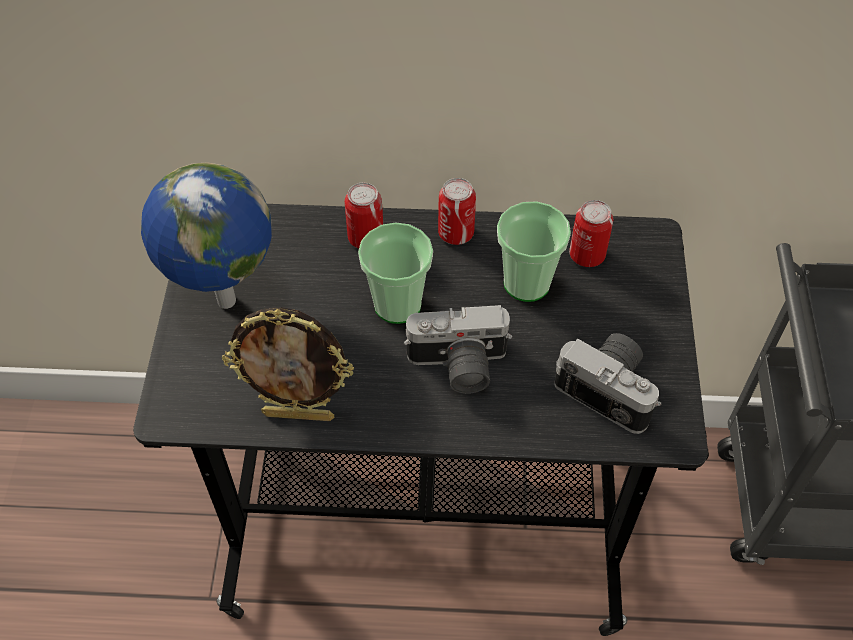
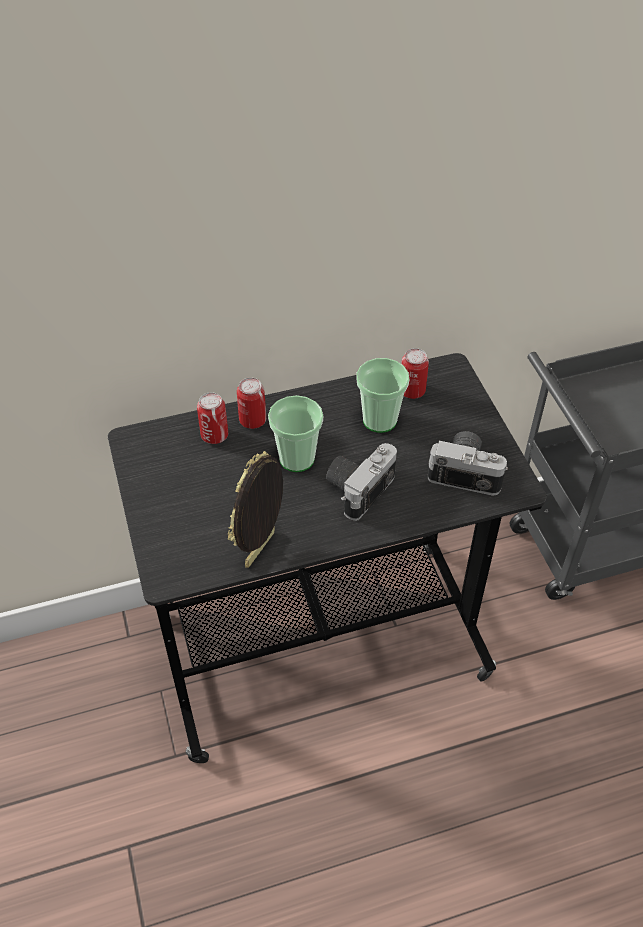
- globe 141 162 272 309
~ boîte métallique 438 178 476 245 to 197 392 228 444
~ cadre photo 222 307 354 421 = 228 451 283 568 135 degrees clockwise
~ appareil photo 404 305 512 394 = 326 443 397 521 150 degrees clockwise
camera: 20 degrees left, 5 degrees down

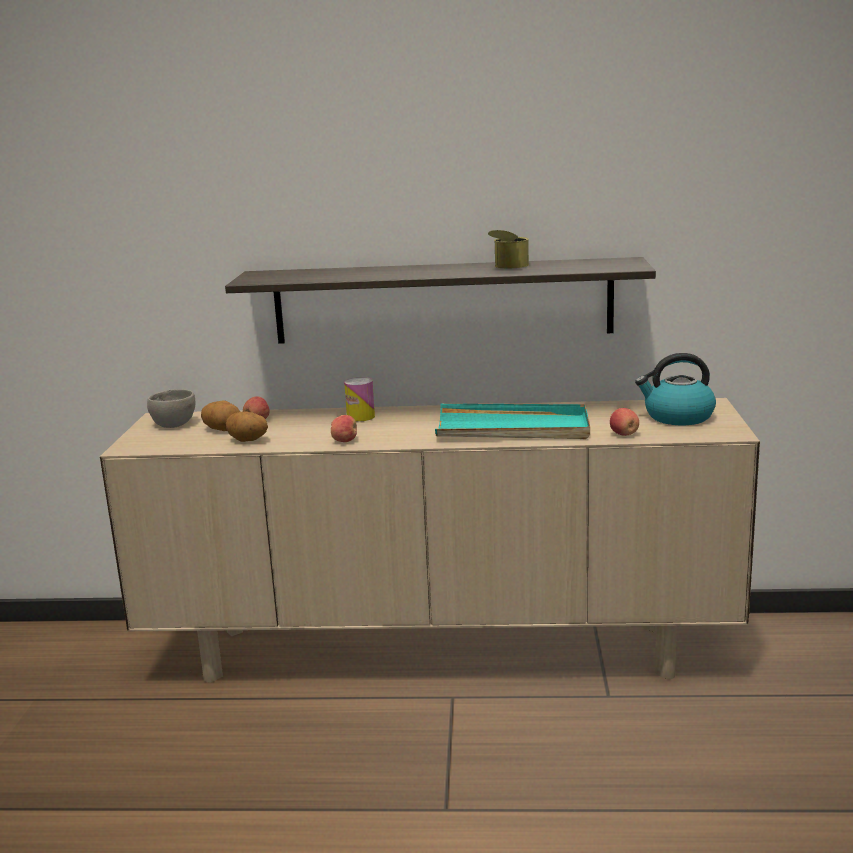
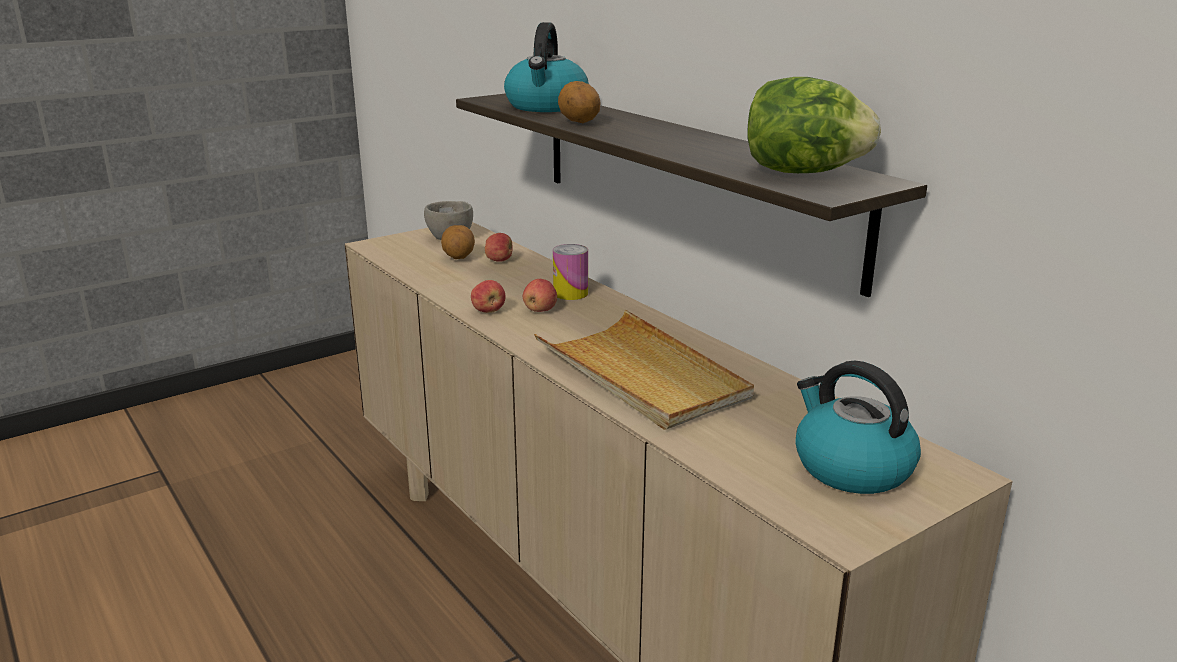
- boîte métallique 488 230 529 268
+ bouilloire 504 22 589 112
+ laitue 747 77 881 173
~ pomme de terre 226 411 268 442 to 558 81 601 123
~ pomme 610 408 639 436 to 523 279 557 312
~ plateau (turquoise) 435 403 590 439 to plateau (beige) 534 310 754 430
camera: 50 degrees right, 5 degrees up

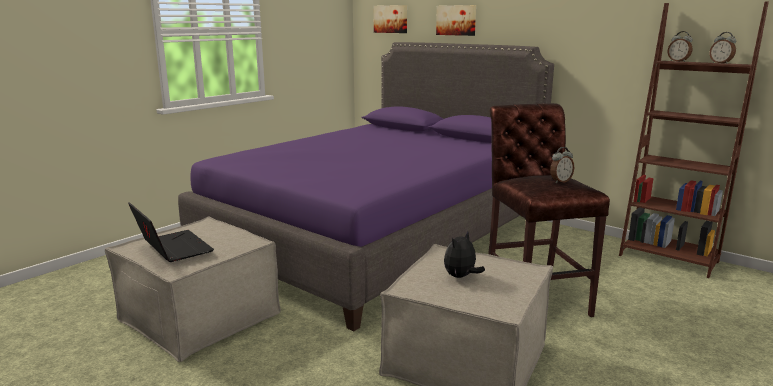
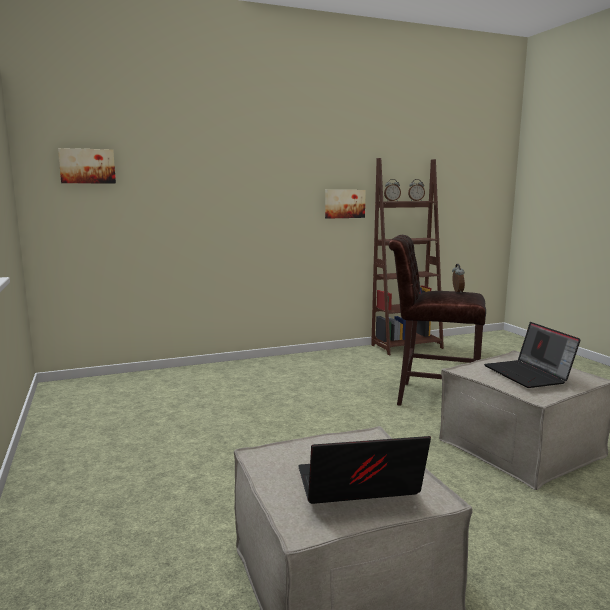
- lit (violet) 178 42 554 331
~ tableau 436 5 476 36 to 325 190 366 219
~ peluche 444 231 485 278 to ordinateur portable 484 322 581 388
camera: 60 degrees left, 5 degrees down

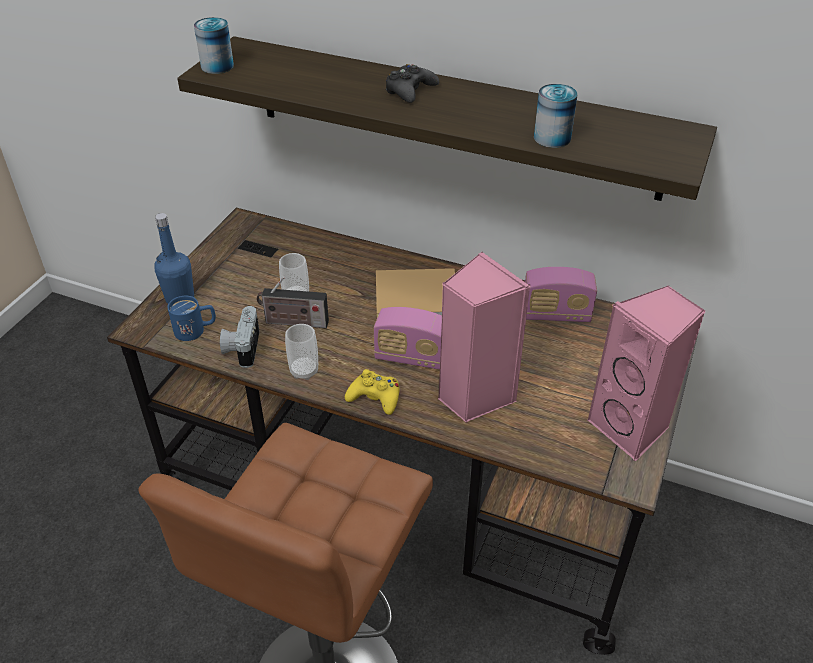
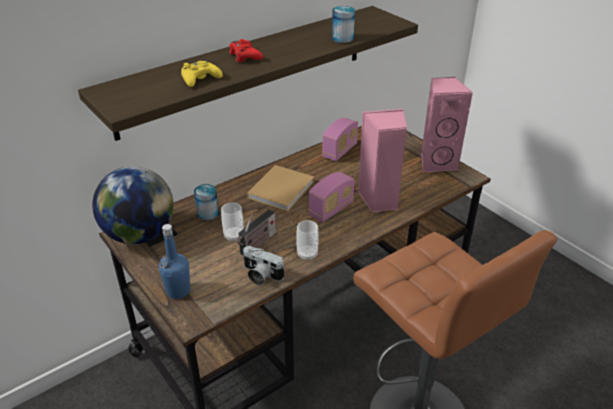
- mug (bleu) 167 296 216 341
+ globe 92 166 174 244
~ boîte métallique 194 17 234 74 to 194 184 219 220
~ manette (jaune) 345 369 399 415 to 181 60 223 87
~ manette (noir) 386 64 439 103 to manette (rouge) 229 39 263 62
camera: 60 degrees left, 5 degrees down

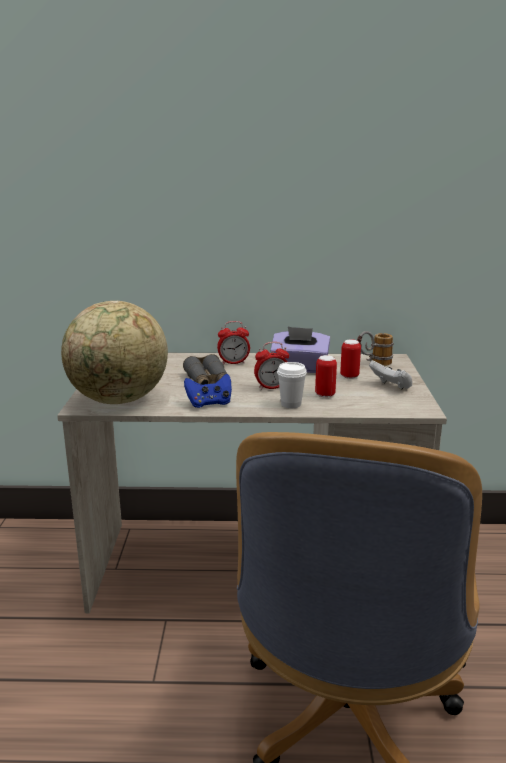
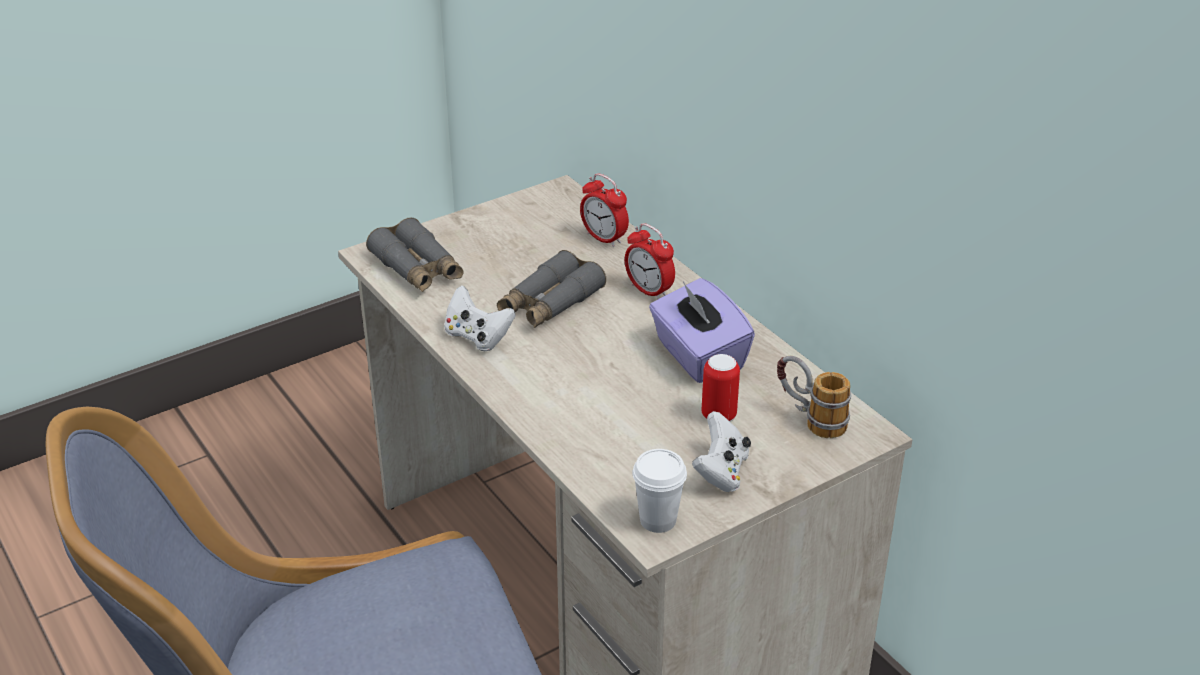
- boîte métallique 315 355 337 398
~ réveil 254 342 290 390 to 580 173 629 247
~ tasse (blanc) 277 362 307 408 to 632 449 687 533
~ globe 61 301 168 404 to jumelles (gris) 366 217 463 292
~ manette (bleu) 184 374 232 408 to manette (blanc) 444 285 516 351
camera: 55 degrees right, 15 degrees up

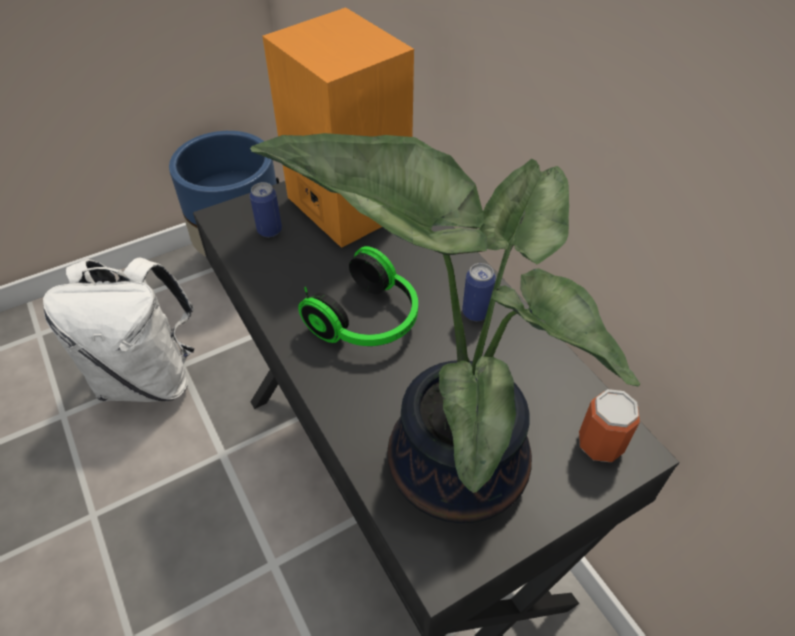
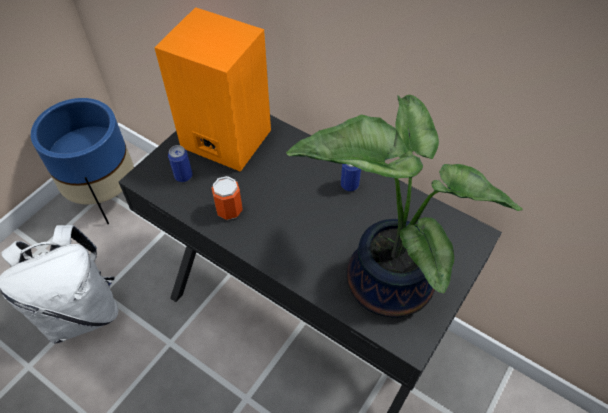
- casque audio 298 246 418 346
~ boîte métallique 579 389 640 462 to 211 176 243 220
camera: 25 degrees left, 5 degrees up

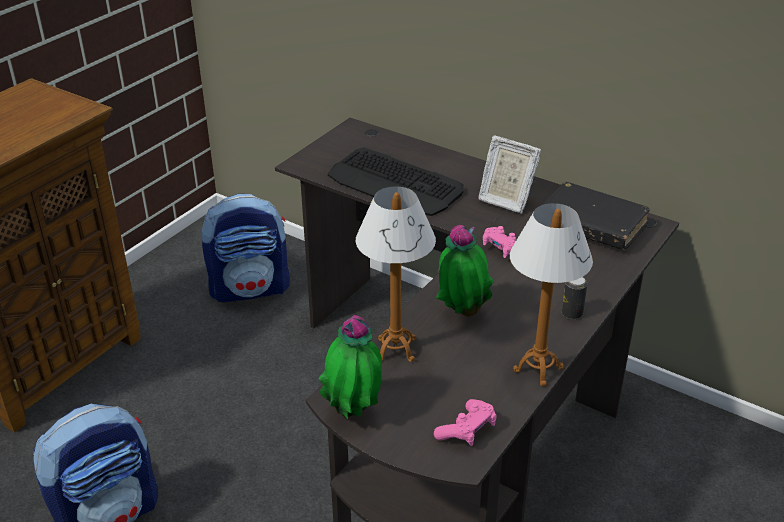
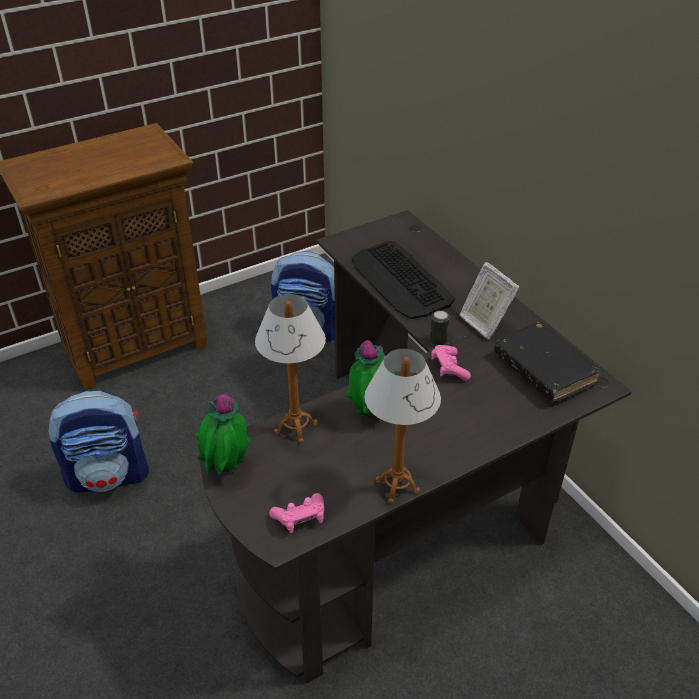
~ boîte métallique 562 277 587 319 to 430 310 449 346
camera: 25 degrees right, 5 degrees up

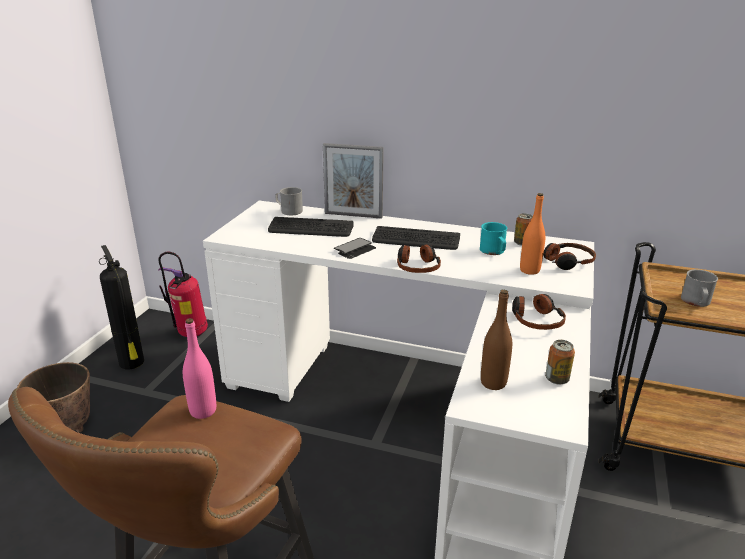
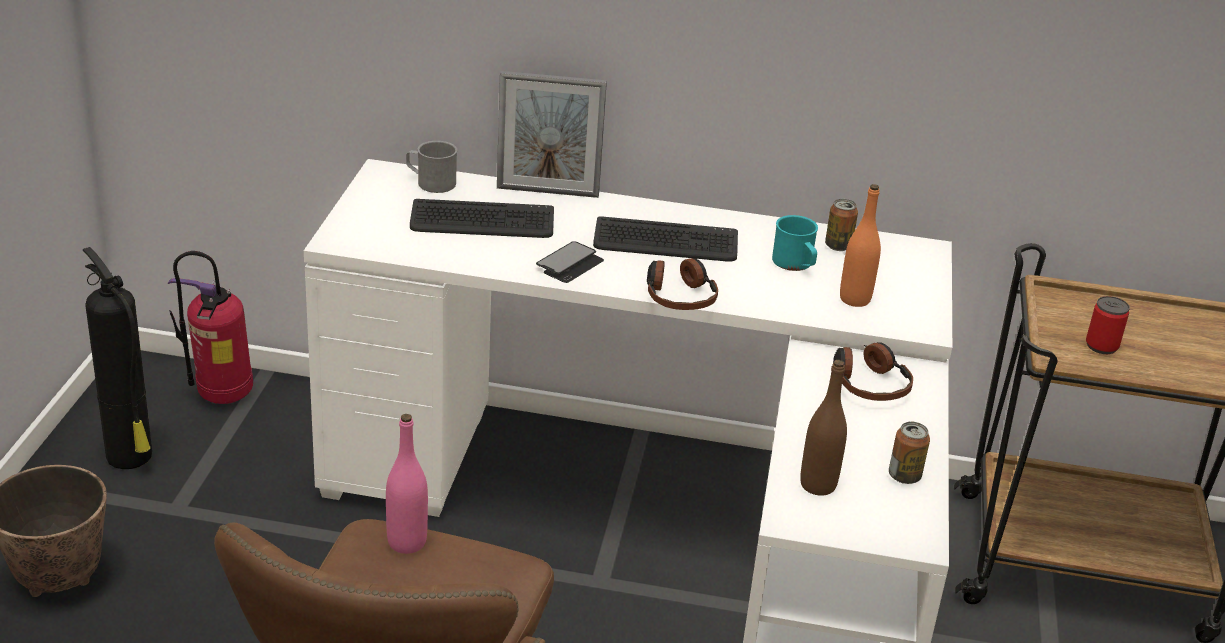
- casque audio 543 243 596 270
~ mug (gris) 681 269 718 307 to boîte métallique 1086 296 1130 354
camera: 10 degrees left, 5 degrees up

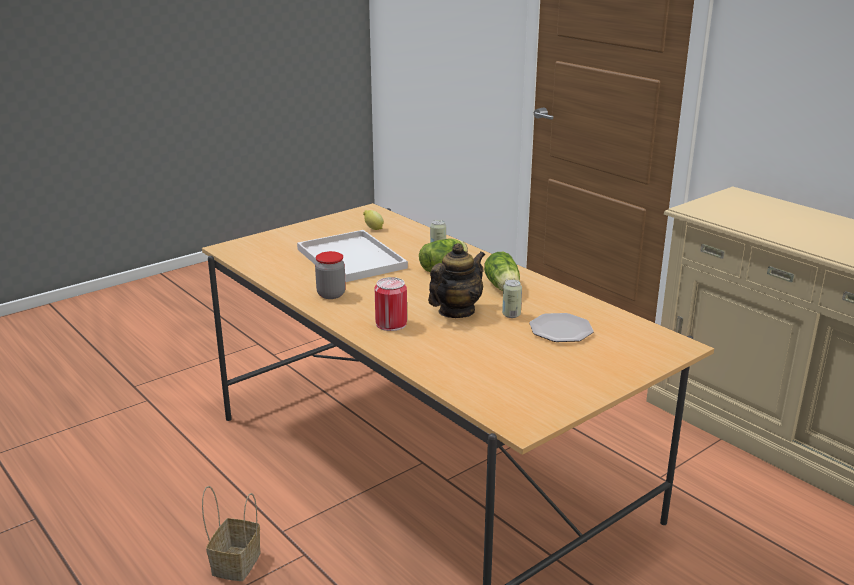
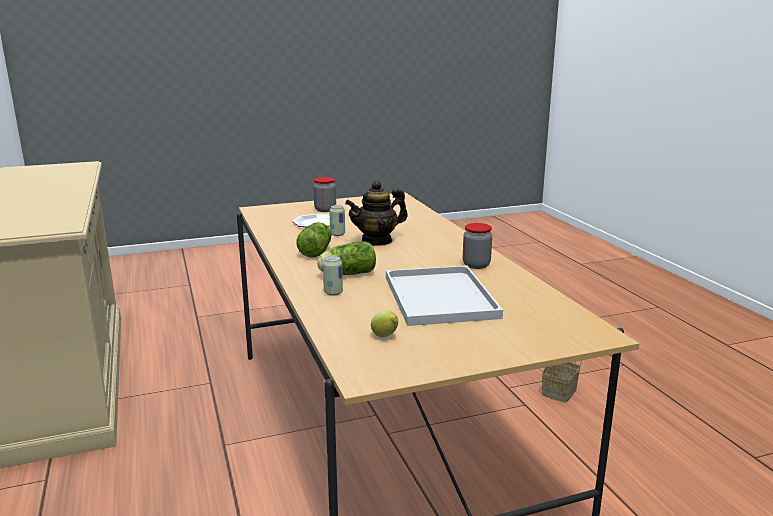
- boîte métallique 375 277 407 331
+ bocal 313 177 336 212
camera: 160 degrees left, 5 degrees down

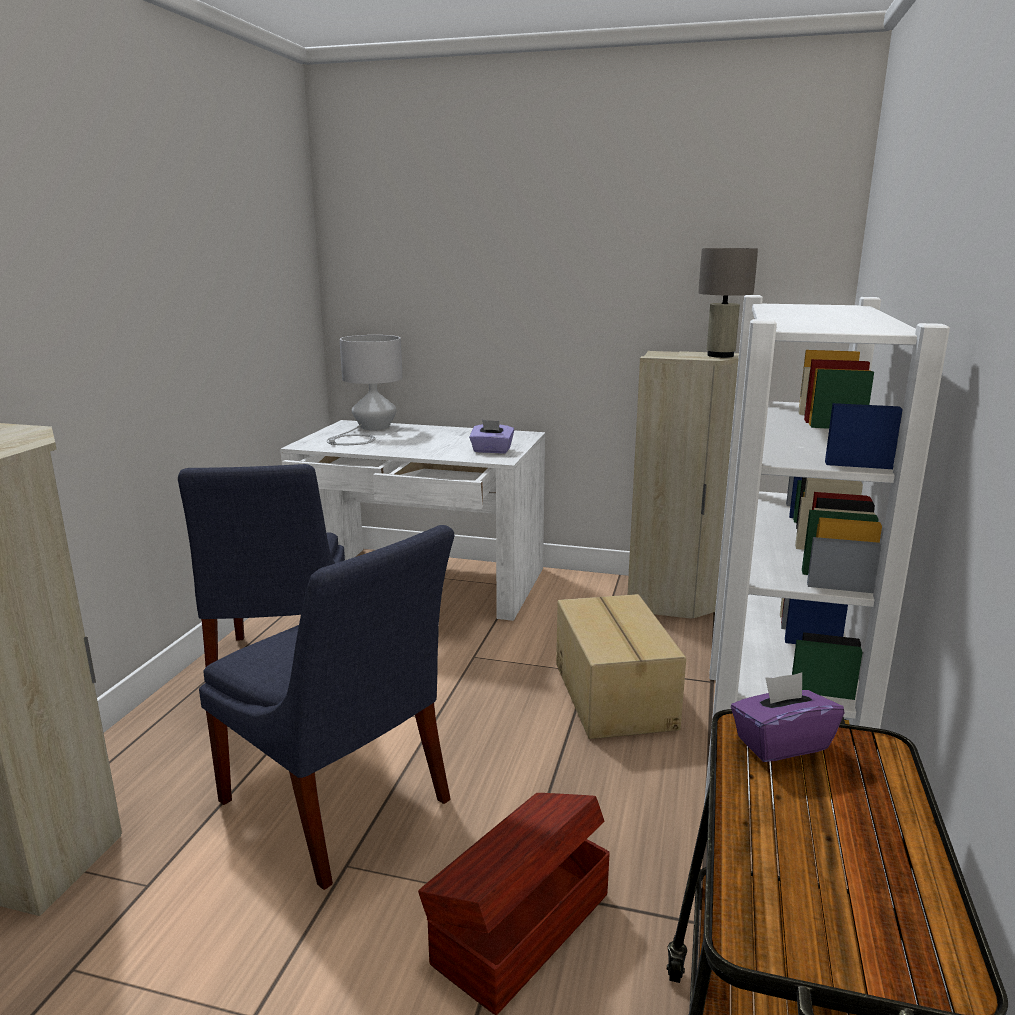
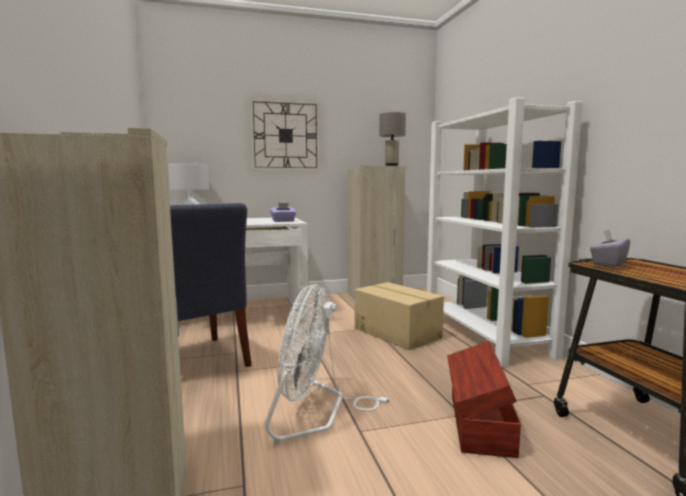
+ horloge murale 250 98 320 171
~ chaise (bleu) 199 525 455 890 to ventilateur (blanc) 265 284 390 445
~ boîte à mouchoirs (violet) 731 673 844 762 to boîte à mouchoirs (gris) 590 229 630 267
camera: 30 degrees left, 10 degrees down

